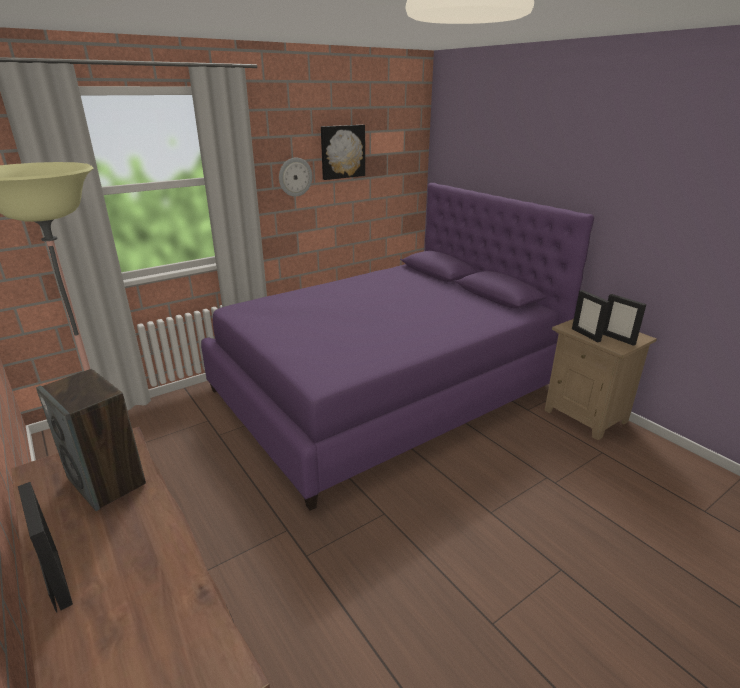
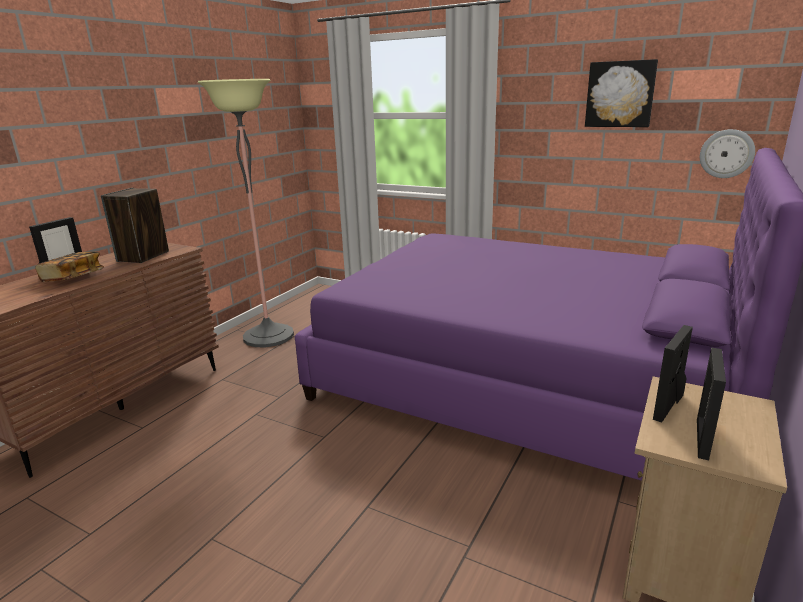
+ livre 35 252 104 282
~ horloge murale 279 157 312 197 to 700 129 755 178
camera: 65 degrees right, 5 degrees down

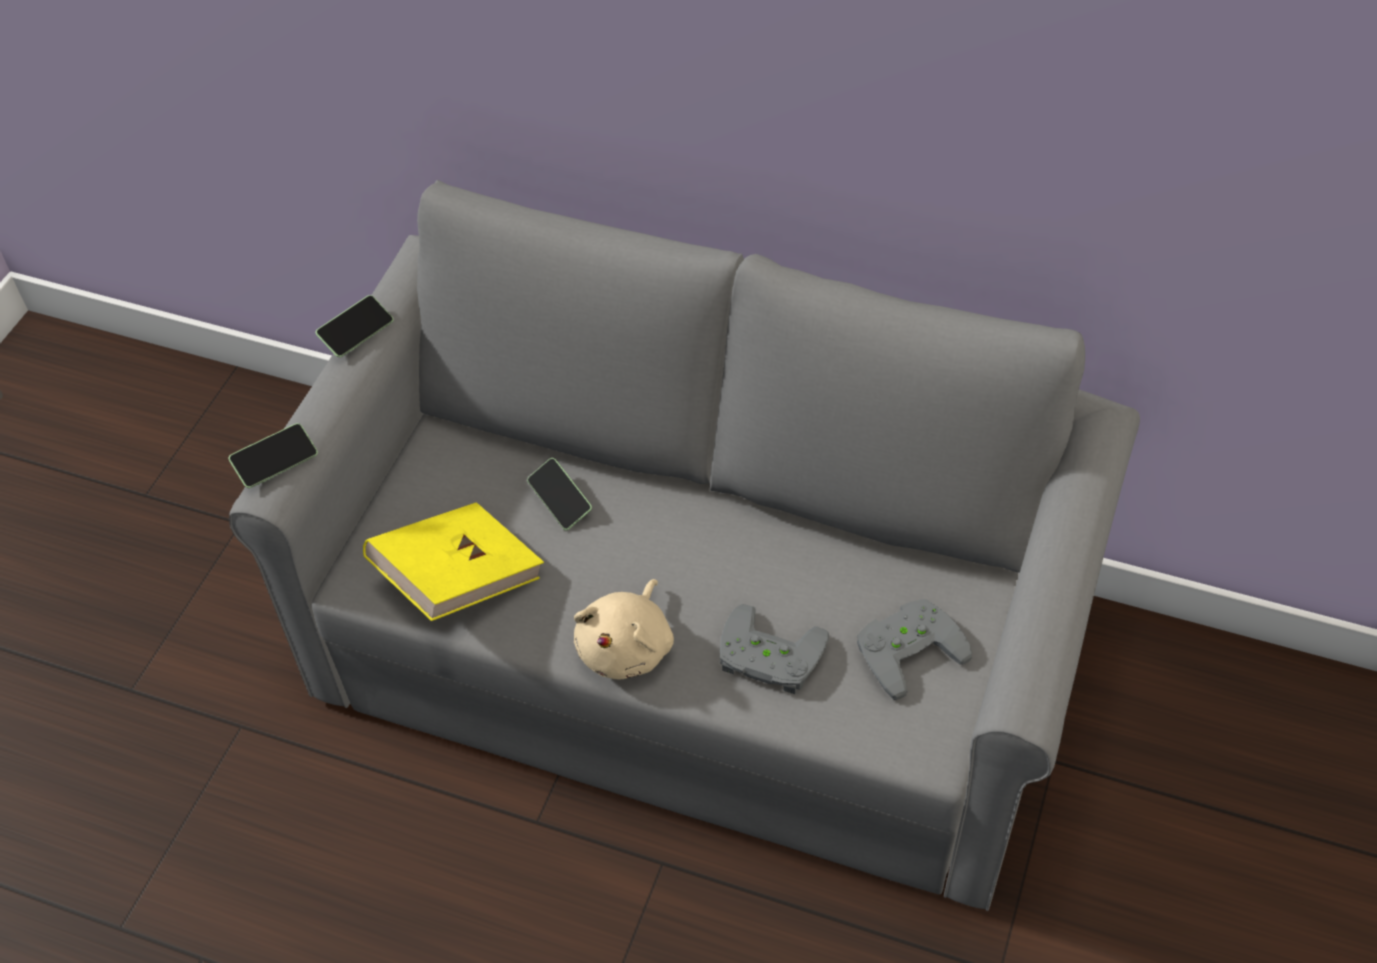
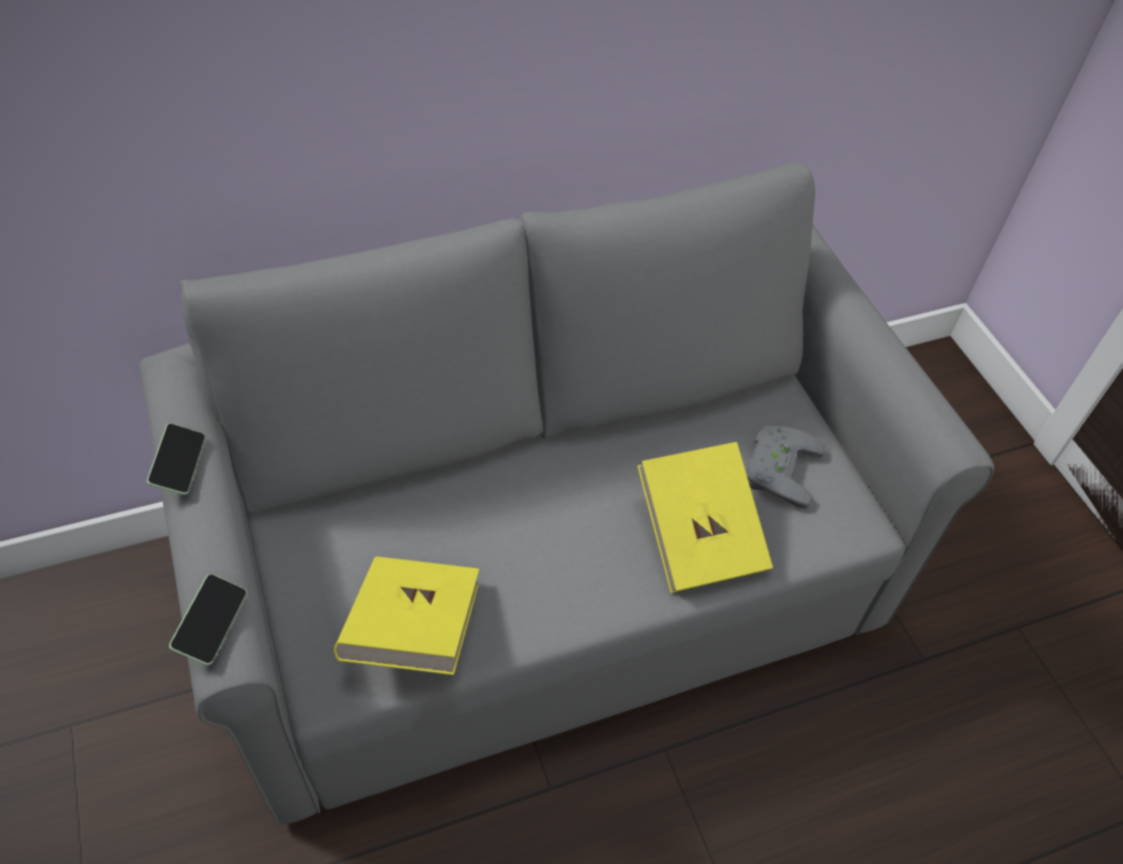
- téléphone 527 458 592 530
- peluche (beige) 574 579 674 680
~ manette (gris) 720 604 829 694 to livre (jaune) 637 442 773 593
camera: 45 degrees left, 0 degrees up

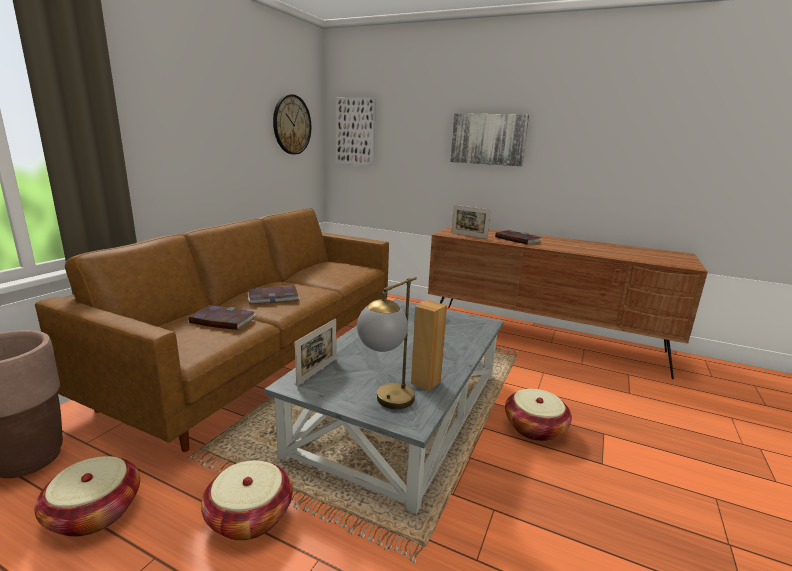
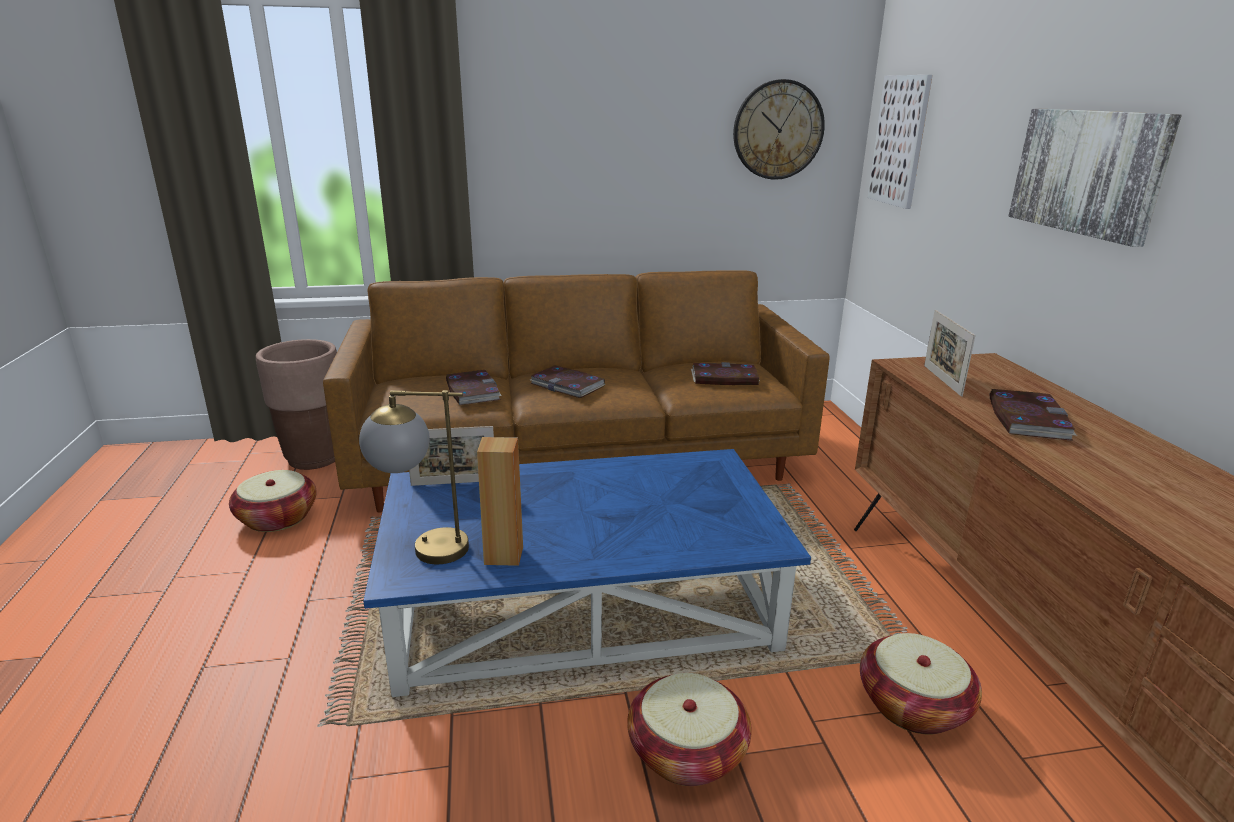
+ livre 691 362 760 385
~ panier 201 460 293 541 to 860 633 982 735
~ table basse (gris) 264 299 504 514 to table basse (bleu) 363 449 811 697
camera: 55 degrees right, 5 degrees up

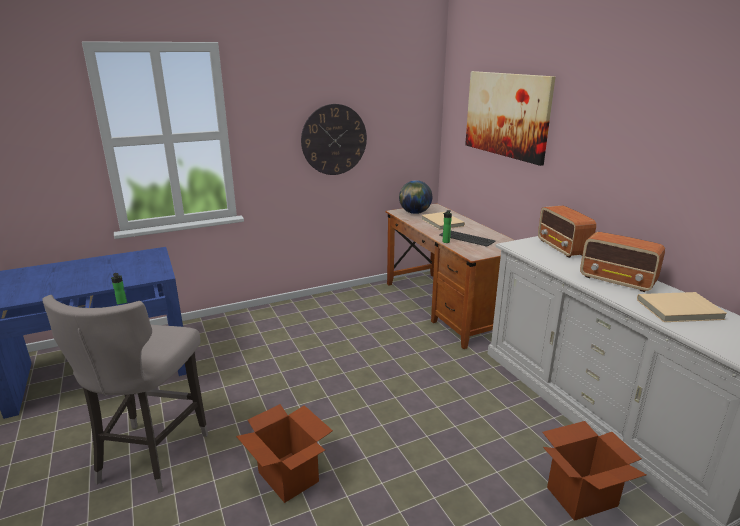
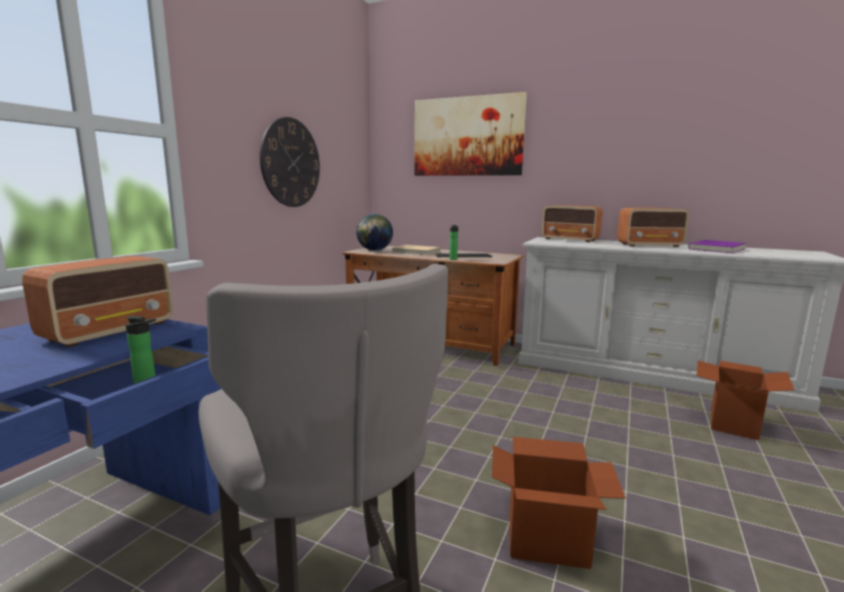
+ radio 22 256 173 348
~ livre (beige) 637 292 727 322 to livre (violet) 688 240 746 253
camera: 40 degrees left, 10 degrees down

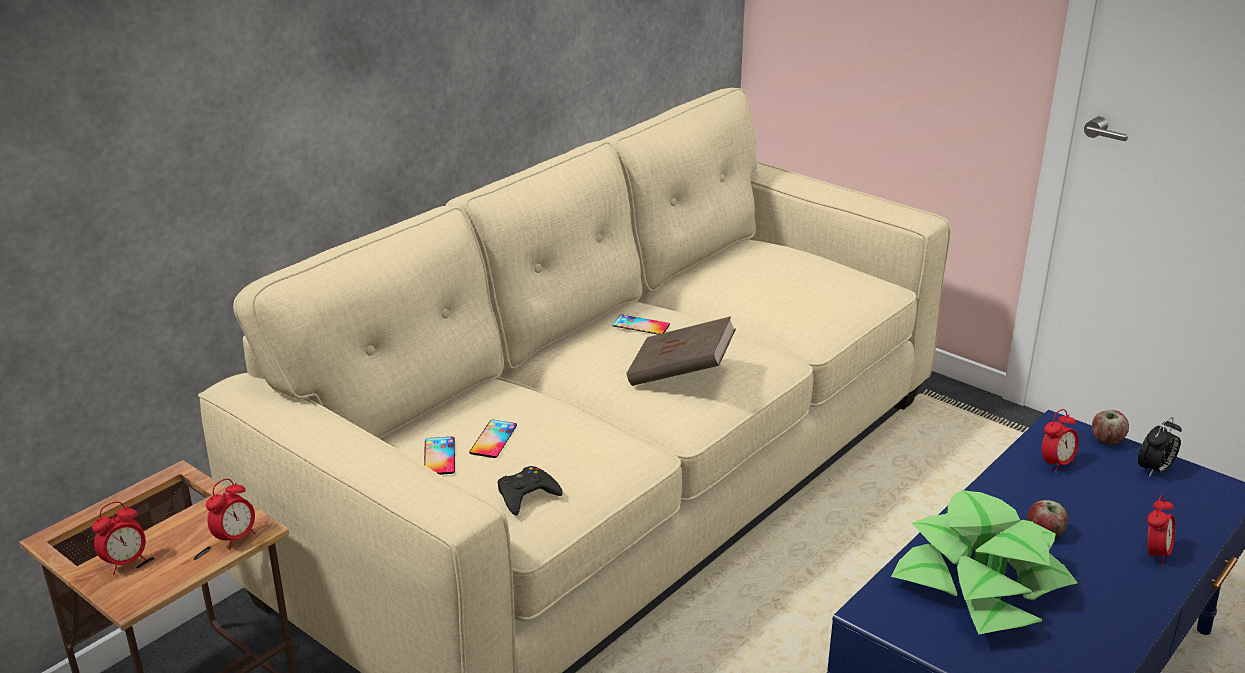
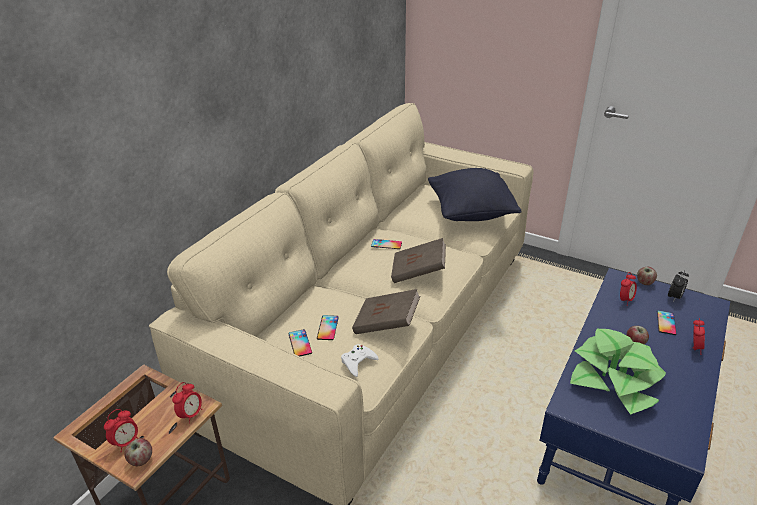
+ pomme 124 438 152 466
+ livre (marron) 352 289 420 334
+ coussin (noir) 428 168 522 221
+ téléphone 657 310 676 335
~ manette (noir) 498 466 563 516 to manette (blanc) 341 344 379 377
camera: 10 degrees left, 5 degrees up

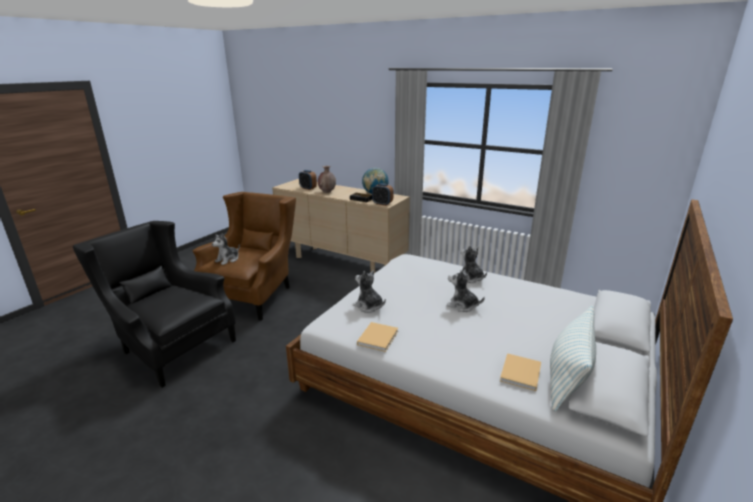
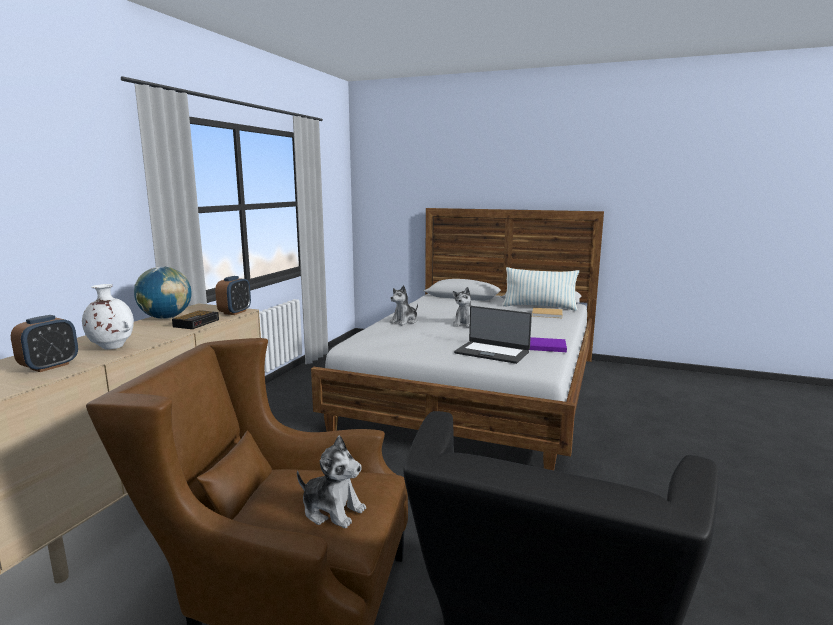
~ peluche 353 270 386 313 to ordinateur portable 454 306 532 364
~ vase (marron) 318 166 336 193 to vase (blanc) 82 284 134 349
~ livre (beige) 357 322 398 352 to livre (violet) 530 337 567 352
camera: 100 degrees left, 10 degrees down

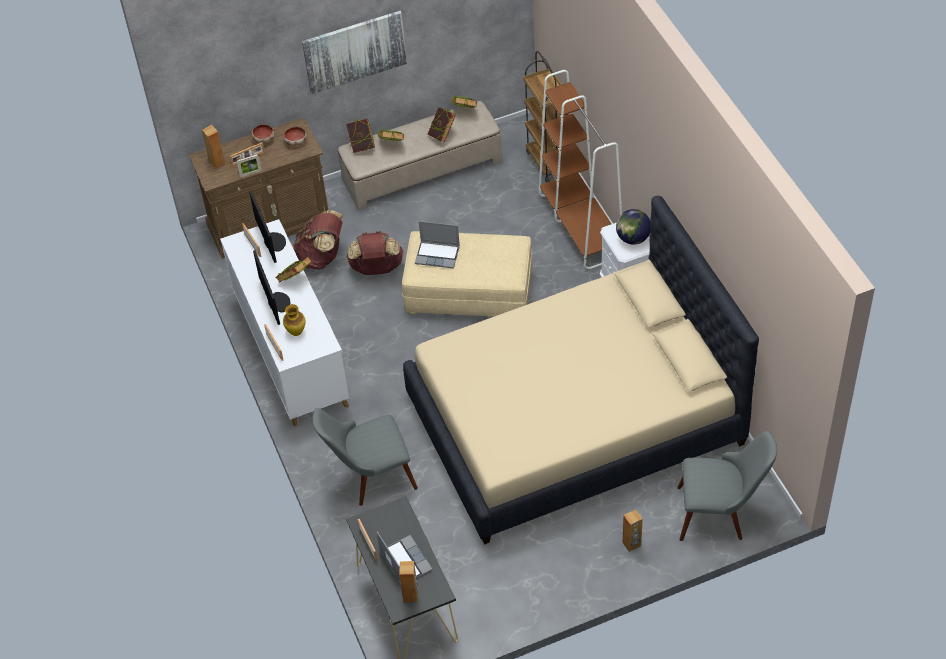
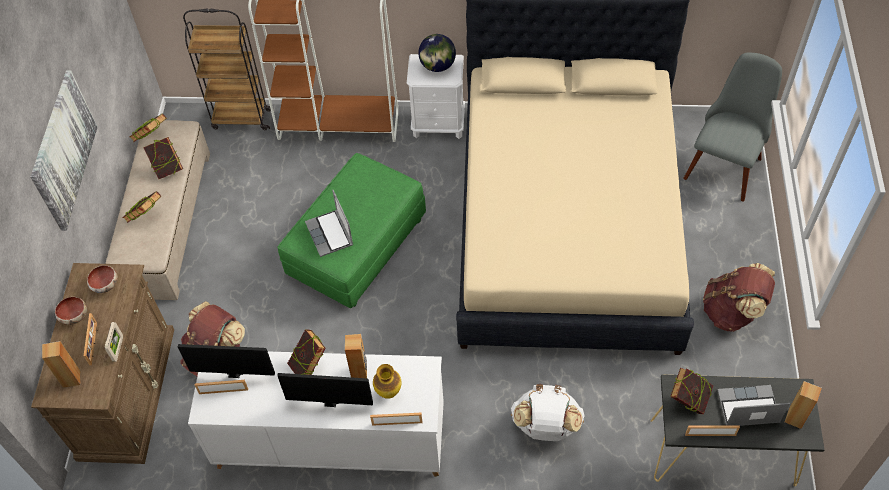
~ livre 346 119 375 153 to 670 368 713 414
~ sac à dos (marron) 347 231 404 275 to 703 263 775 332
~ enceinte (marron) 623 509 643 552 to 345 334 367 378
~ chaise (gris) 312 408 418 506 to sac à dos (blanc) 511 384 585 441
~ pouf (beige) 402 231 532 317 to pouf (vert) 277 153 426 308
~ ordinateur portable 415 221 460 268 = 305 189 353 257 120 degrees clockwise
camera: 65 degrees left, 5 degrees up

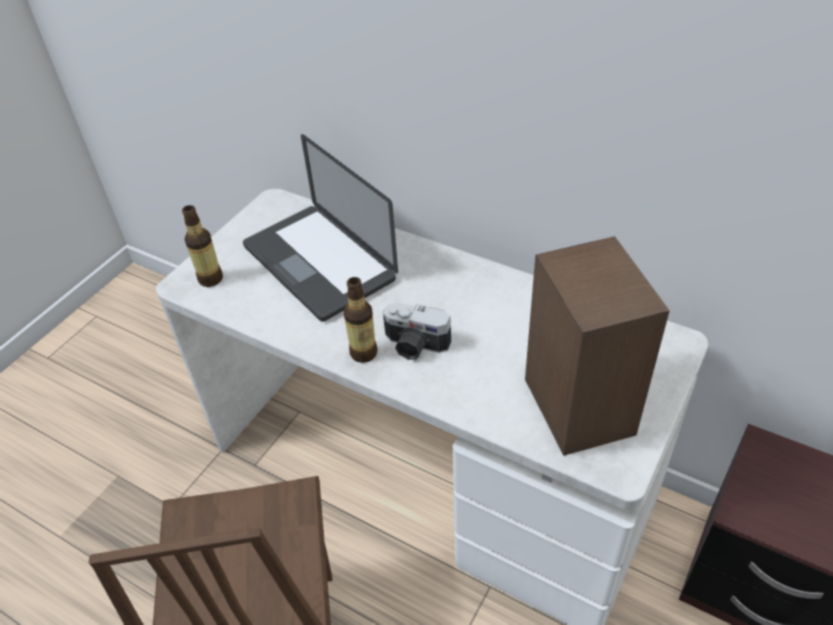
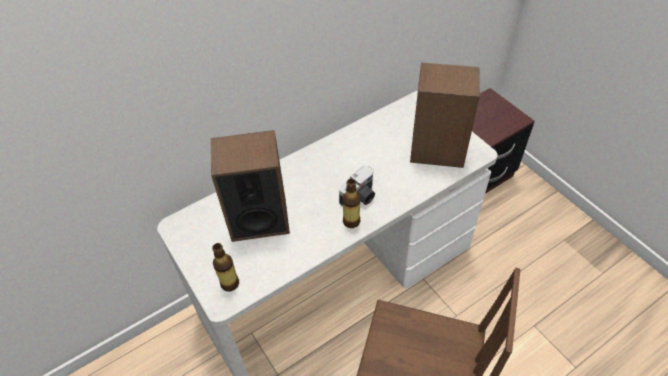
~ ordinateur portable 243 134 398 322 to enceinte 211 130 290 242
camera: 65 degrees left, 5 degrees up

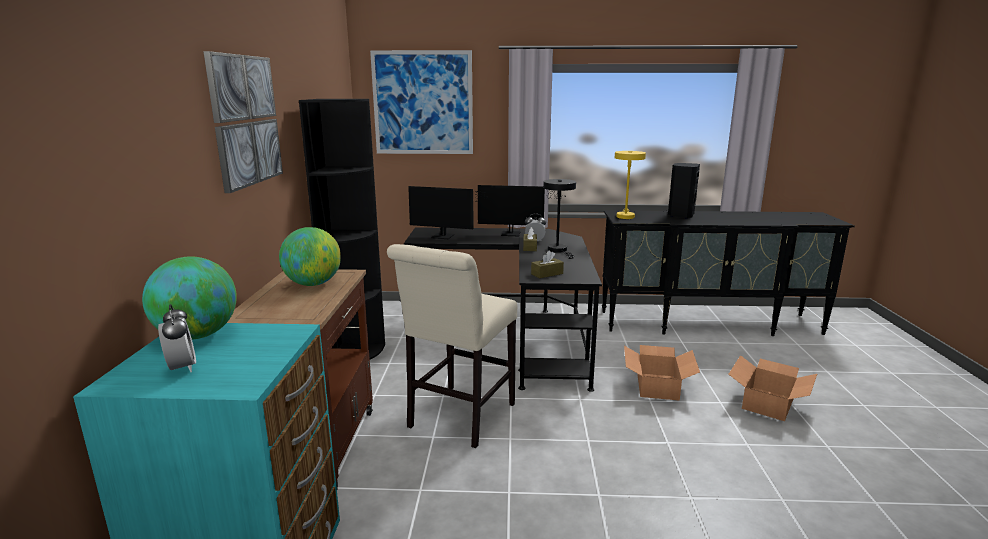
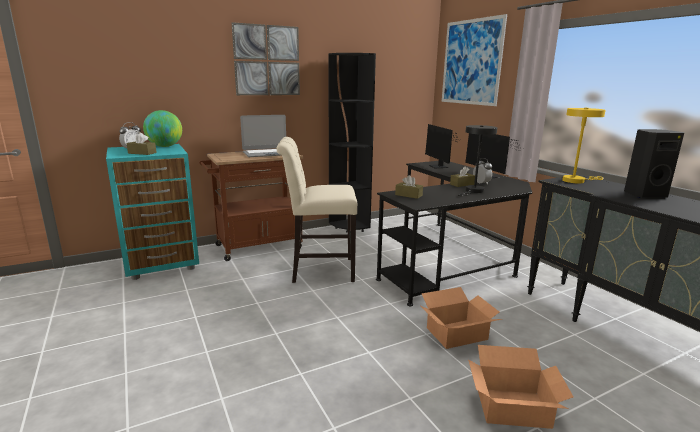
+ boîte à mouchoirs (marron) 126 133 157 155
~ globe 279 227 341 286 to ordinateur portable 240 115 286 157
camera: 60 degrees right, 0 degrees up

